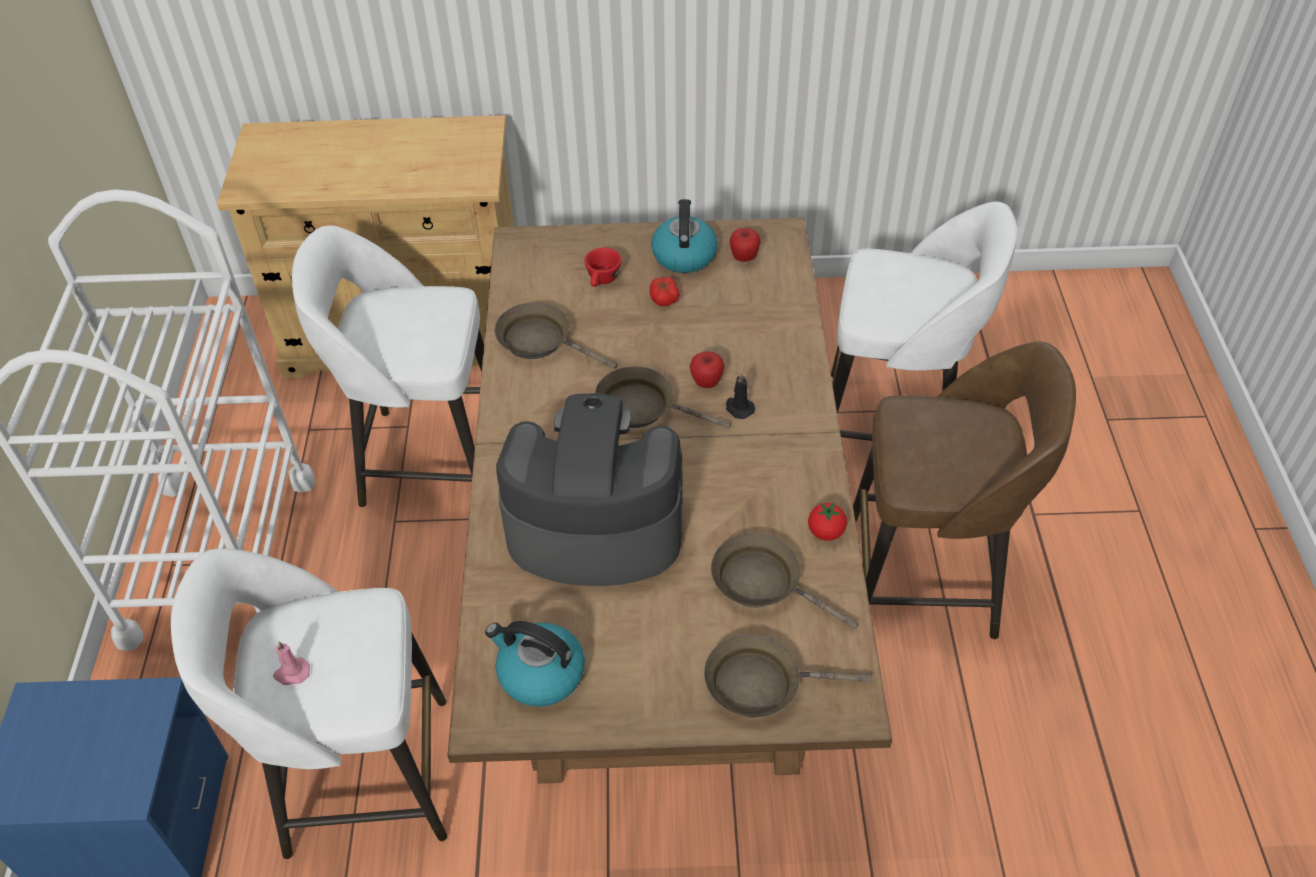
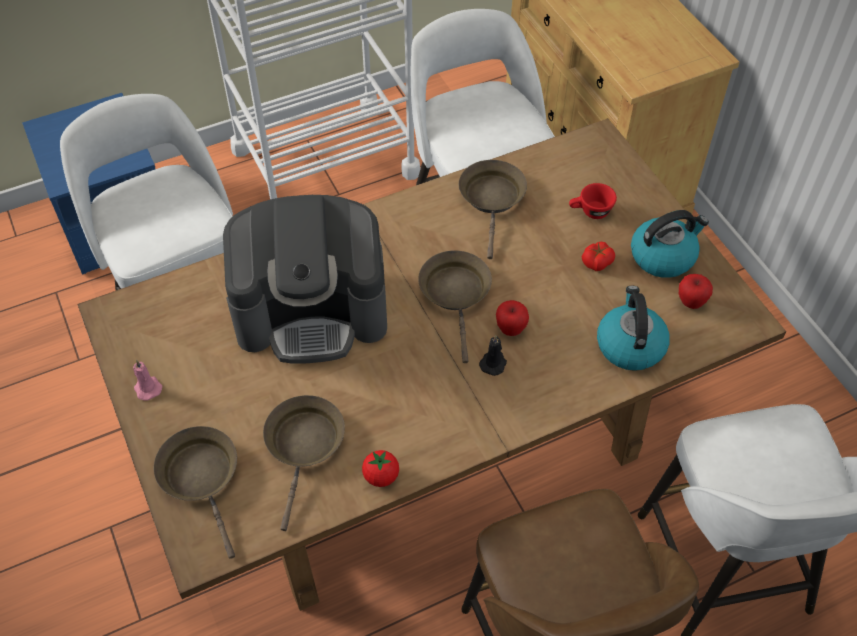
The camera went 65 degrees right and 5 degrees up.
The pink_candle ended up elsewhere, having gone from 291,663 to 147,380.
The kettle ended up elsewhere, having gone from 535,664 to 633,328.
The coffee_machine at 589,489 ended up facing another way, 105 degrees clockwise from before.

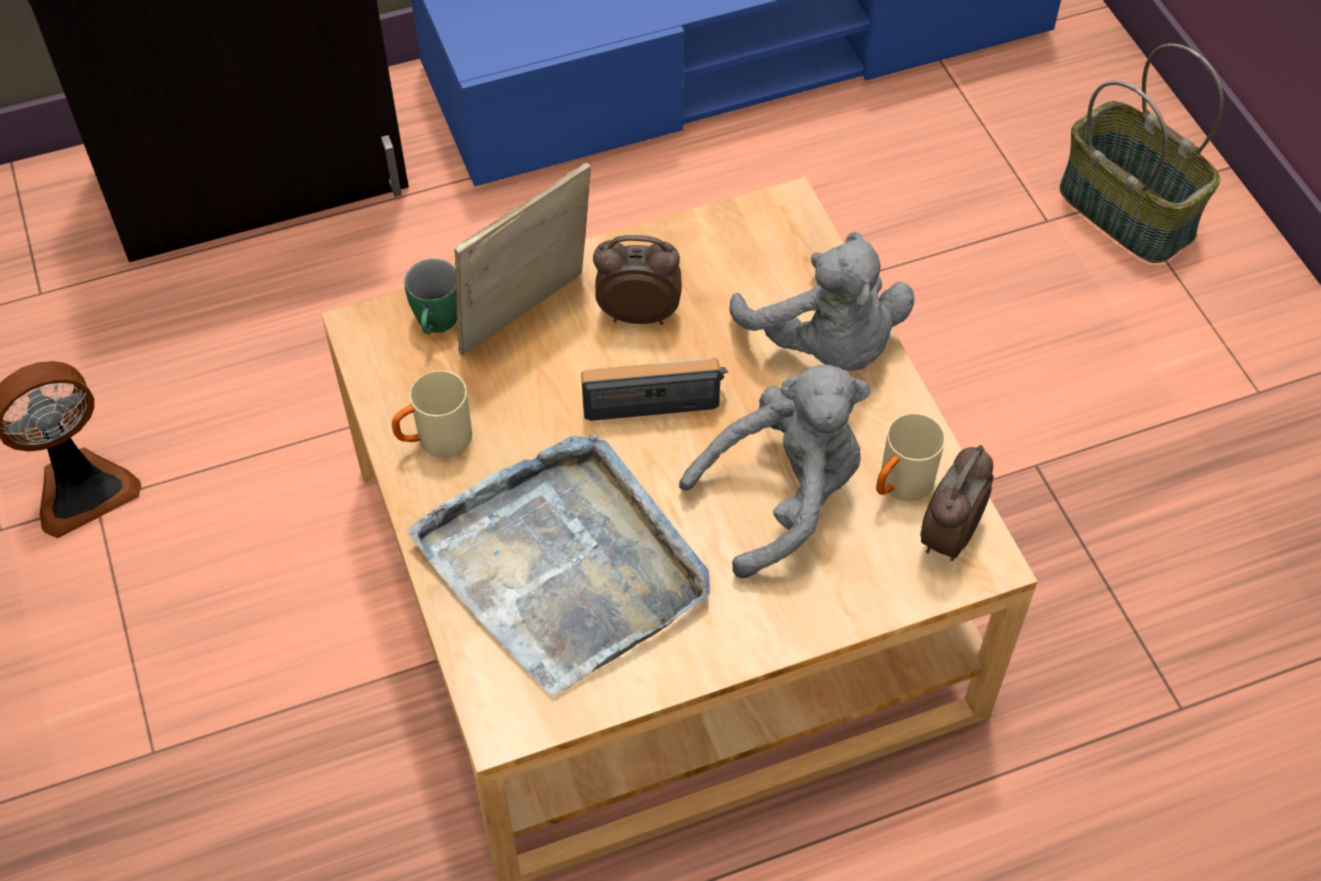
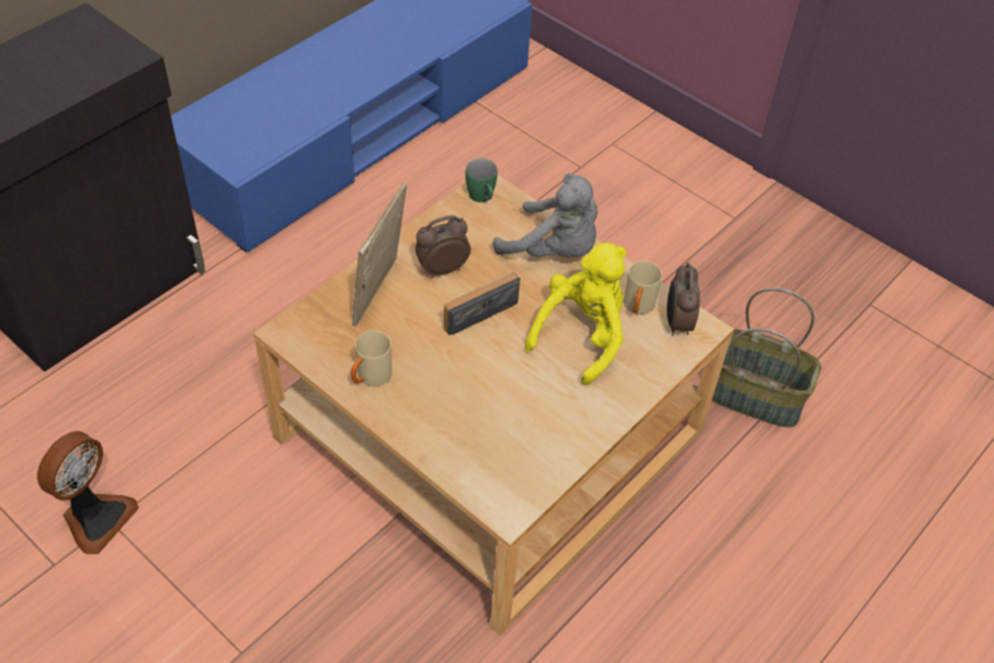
The camera went 30 degrees left and 5 degrees down.
The second view lost the grey_tray at 558,565.
The green_mug ended up elsewhere, having gone from 431,296 to 481,180.
The basket ended up elsewhere, having gone from 1142,153 to 766,358.
What was the grey_plush_toy at 775,471 turned into the yellow_plush_toy at 575,314.

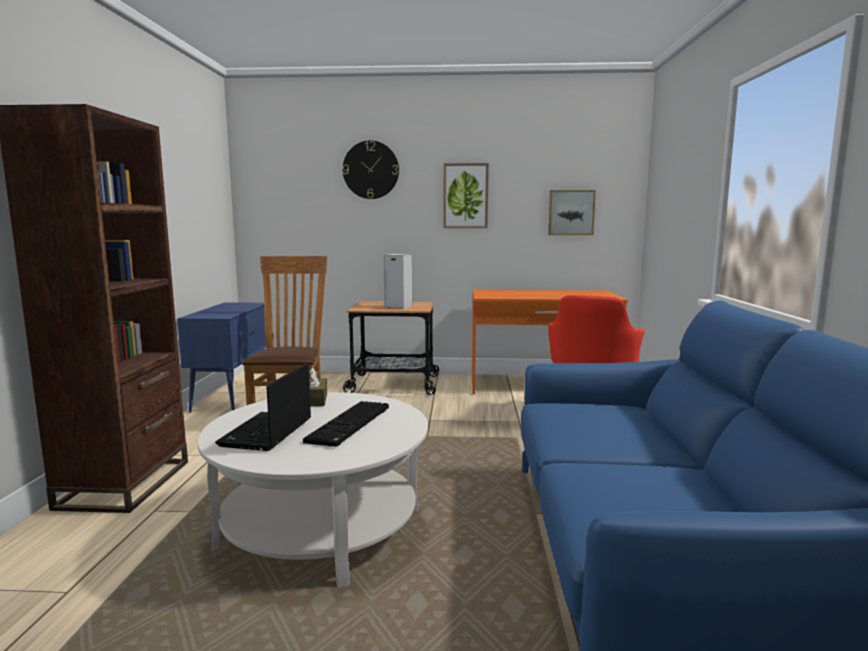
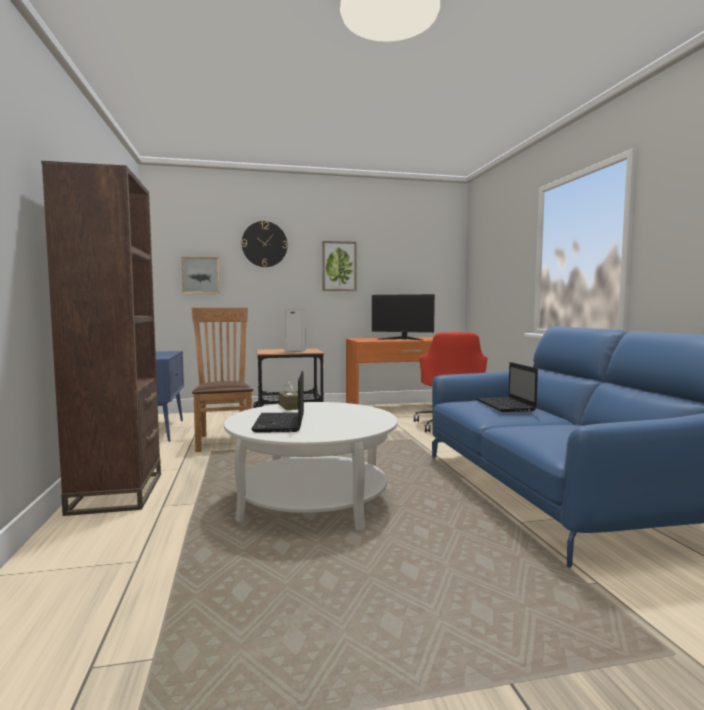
The camera went 15 degrees left and 5 degrees down.
The second view lost the keyboard at 346,424.
The second view gained the monitor at 403,317.
The second view gained the laptop at 507,387.
The picture ended up elsewhere, having gone from 572,212 to 200,275.

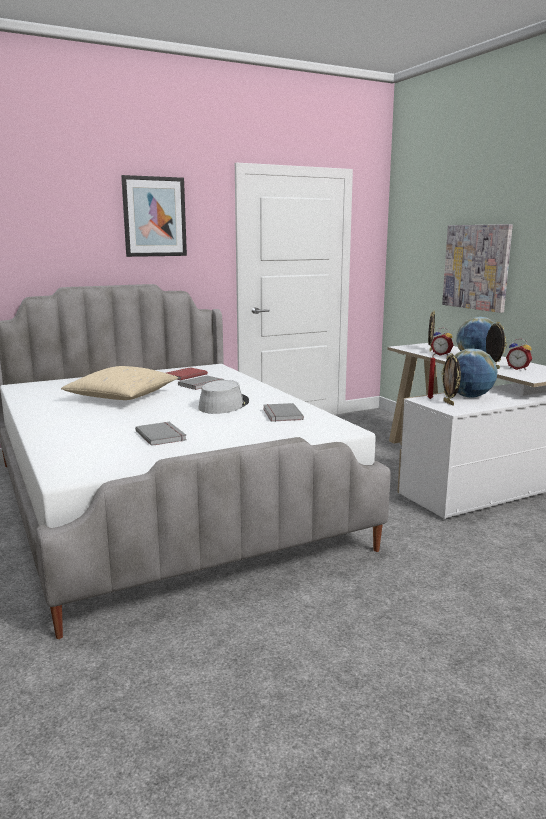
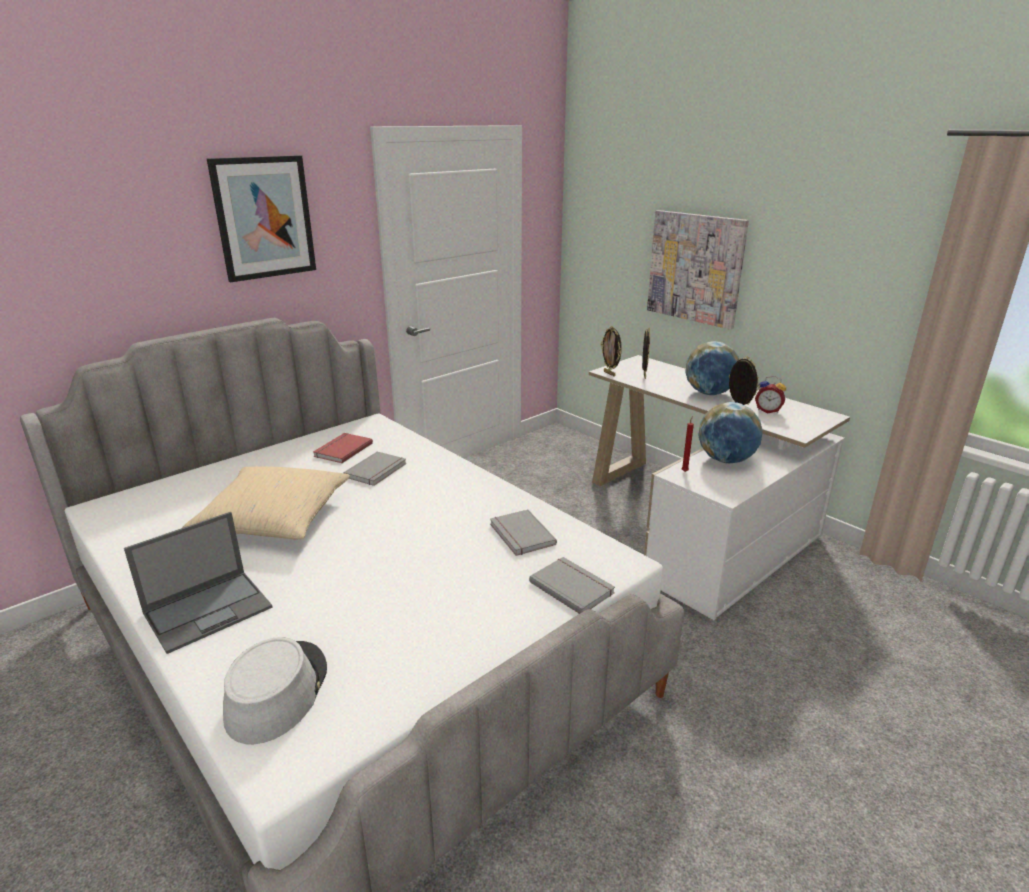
The camera went 15 degrees left and 10 degrees up.
The second view lost the alarm_clock at 442,342.
The second view gained the laptop at 198,583.
The grey_book ended up elsewhere, having gone from 161,434 to 572,585.
The grey_hat ended up elsewhere, having gone from 224,397 to 275,690.
The picture_frame ended up elsewhere, having gone from 451,379 to 611,351.

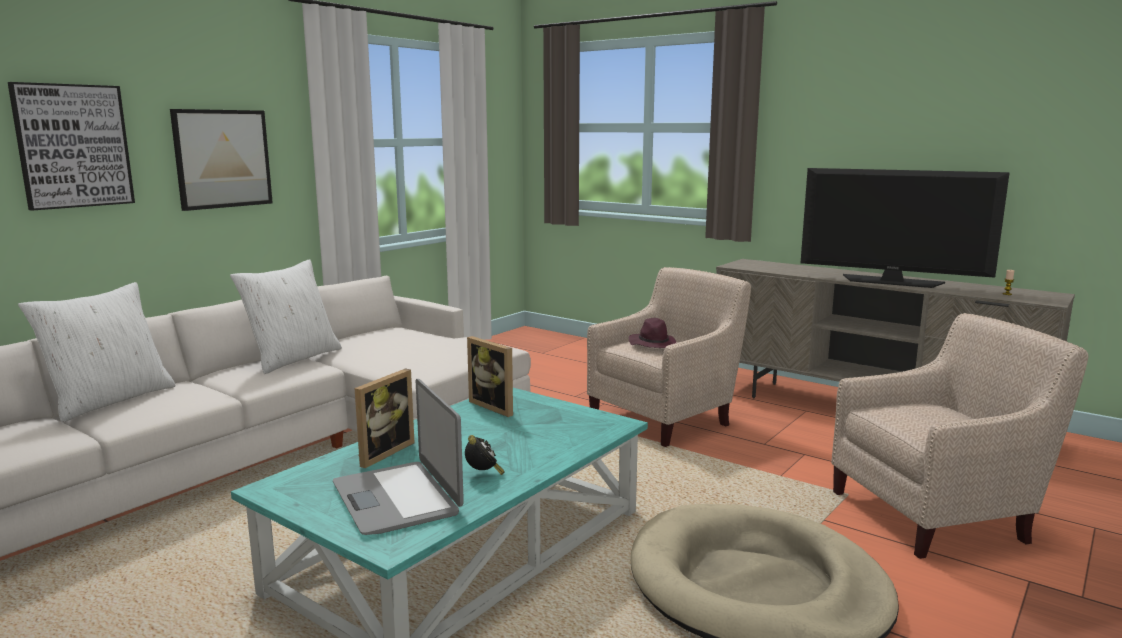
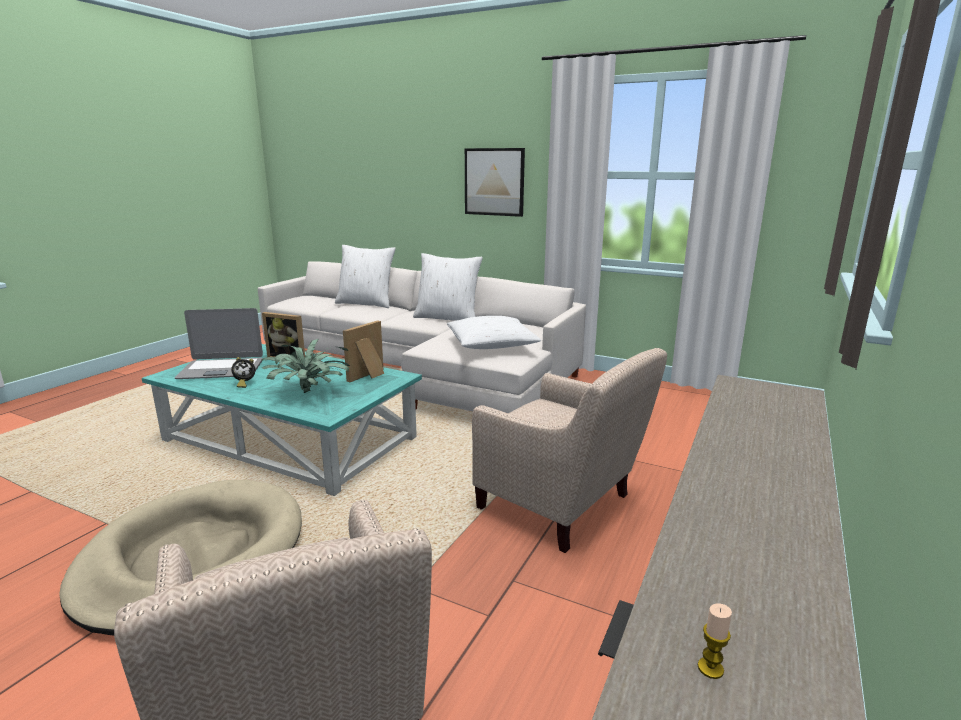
The camera went 80 degrees right and 5 degrees up.
The second view lost the picture at 71,146.
The second view lost the purple_hat at 652,333.
The second view lost the television at 905,228.
The second view gained the potted_plant at 305,366.
The second view gained the white_pillow at 494,332.
The laptop at 398,457 ended up facing another way, 150 degrees counterclockwise from before.

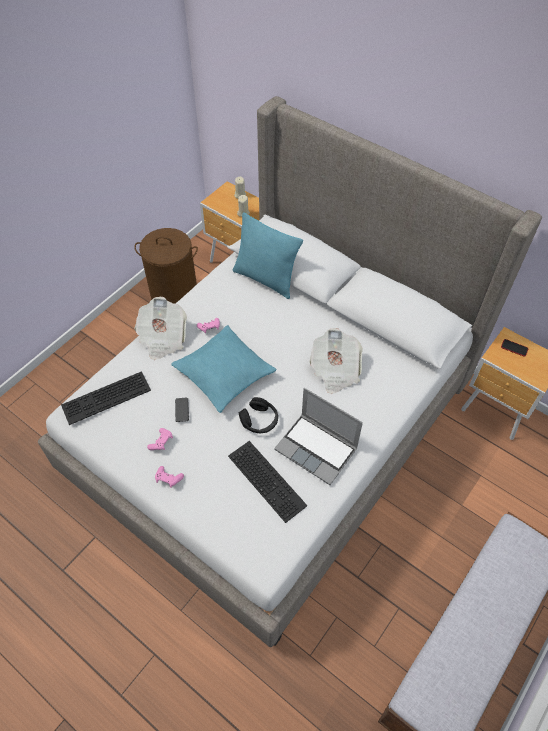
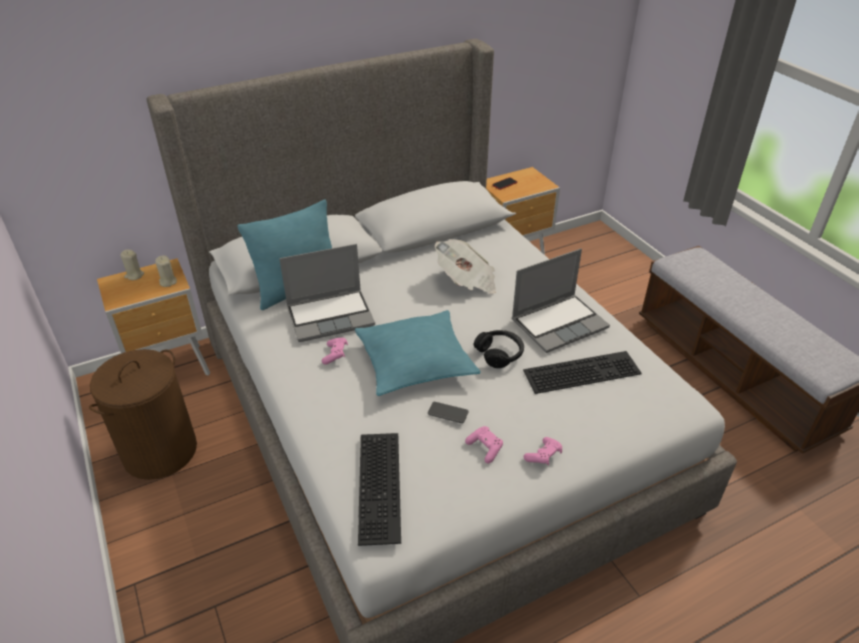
The camera went 65 degrees left and 15 degrees down.
The second view lost the newspaper at 160,328.
The second view gained the laptop at 327,293.

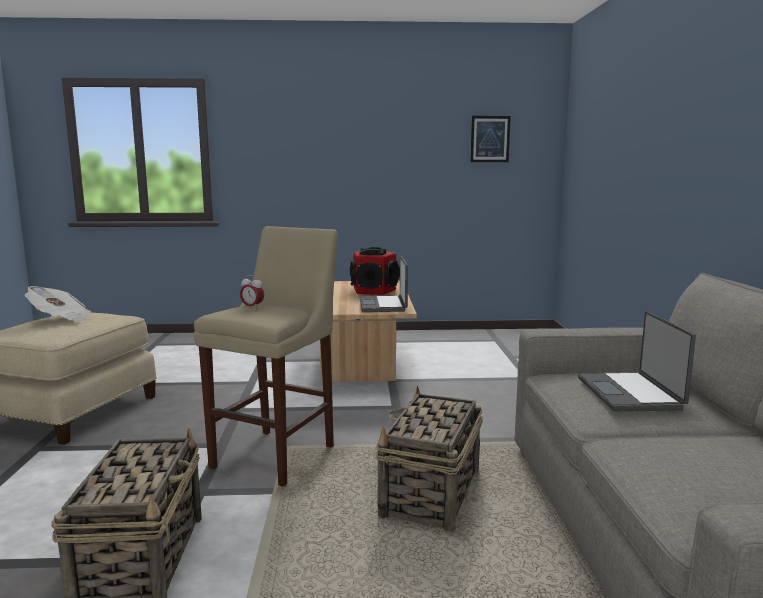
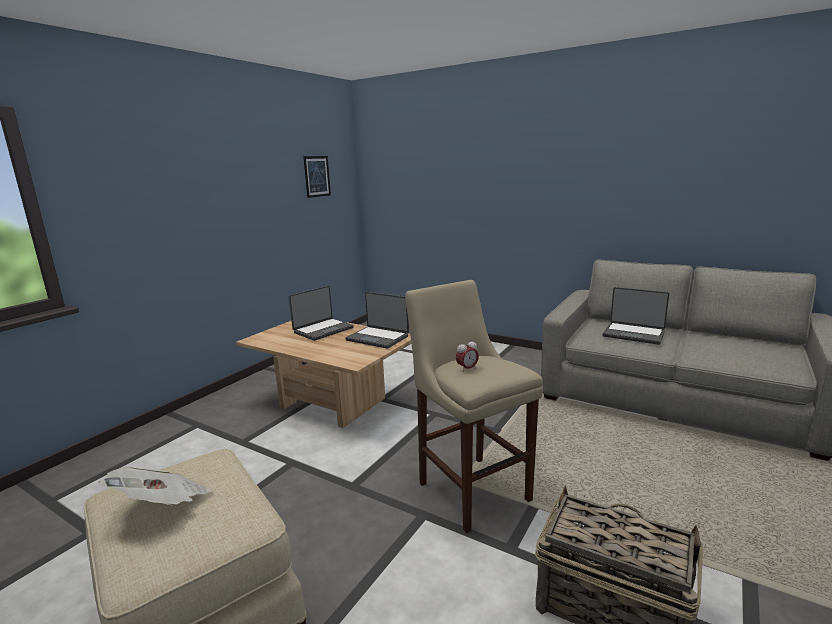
The camera went 55 degrees left and 5 degrees up.
The second view lost the basket at 429,459.
Where the speaker stood at 375,271, the laptop came to stand at 321,313.

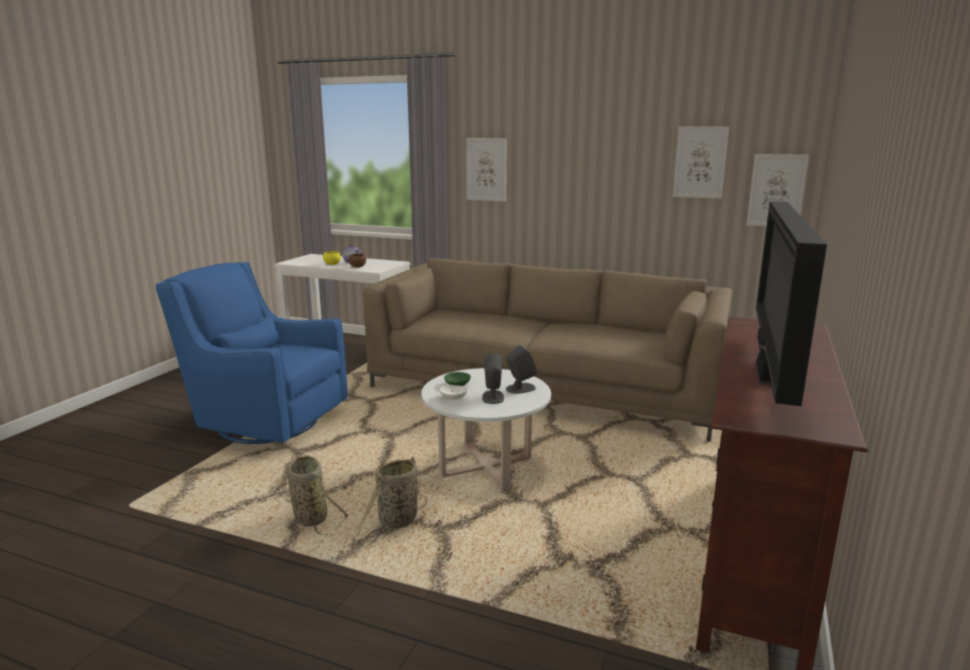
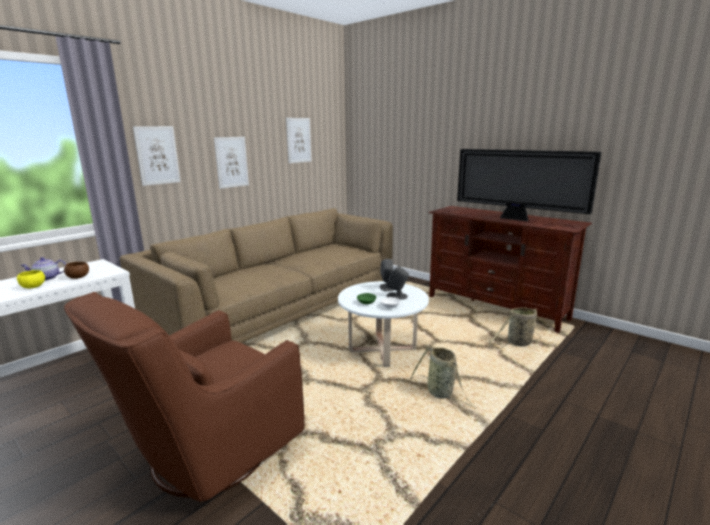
The camera went 70 degrees left and 0 degrees up.
The basket ended up elsewhere, having gone from 315,495 to 515,327.
The picture ended up elsewhere, having gone from 777,190 to 231,163.
What was the blue_armchair at 252,353 turned into the brown_armchair at 184,397.

